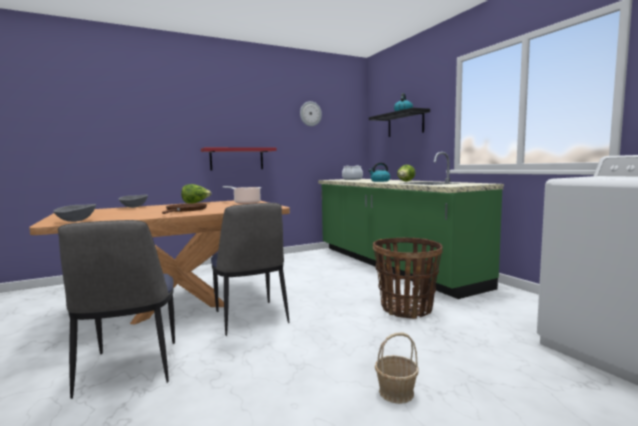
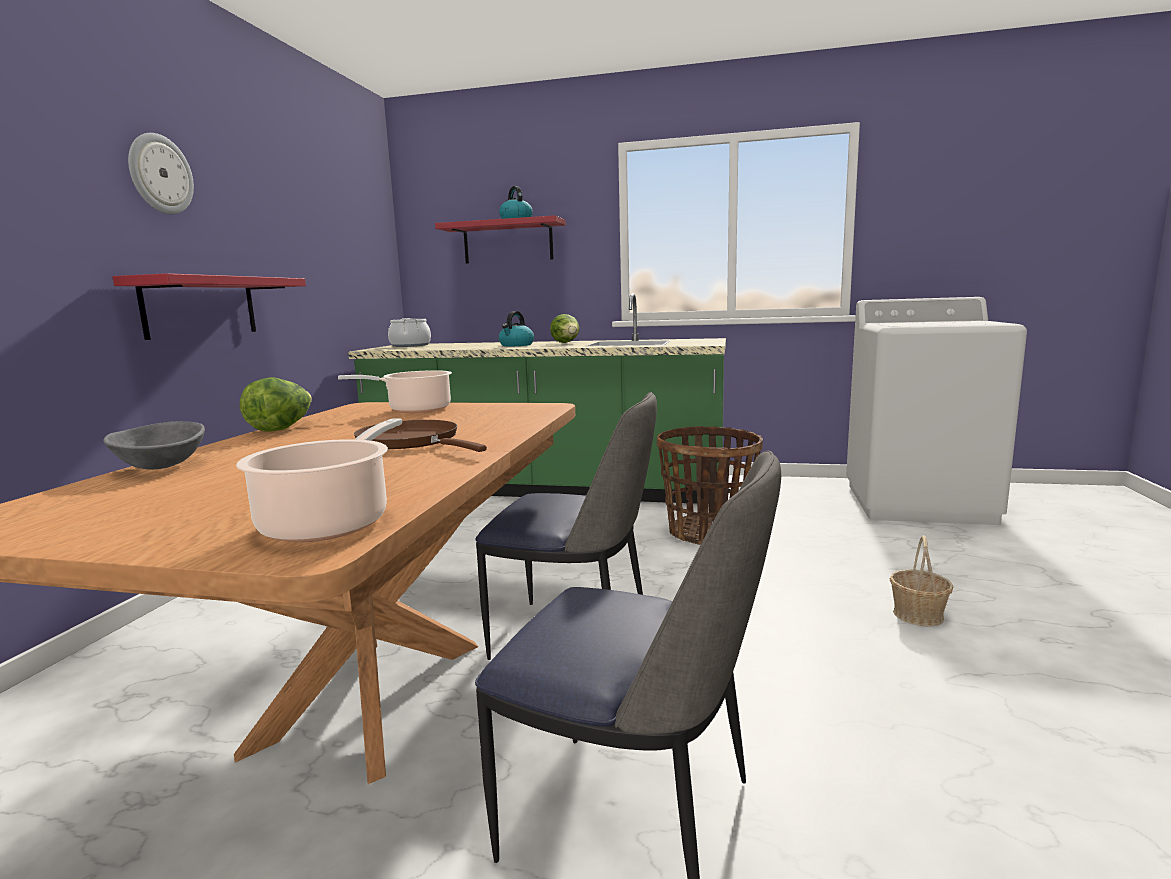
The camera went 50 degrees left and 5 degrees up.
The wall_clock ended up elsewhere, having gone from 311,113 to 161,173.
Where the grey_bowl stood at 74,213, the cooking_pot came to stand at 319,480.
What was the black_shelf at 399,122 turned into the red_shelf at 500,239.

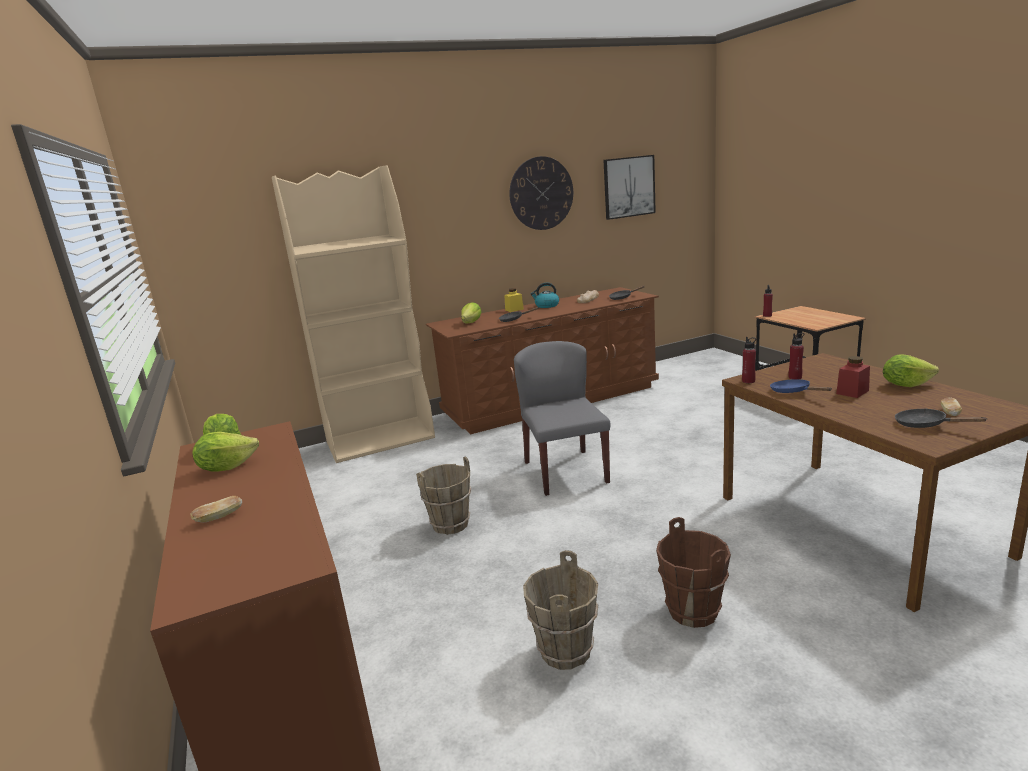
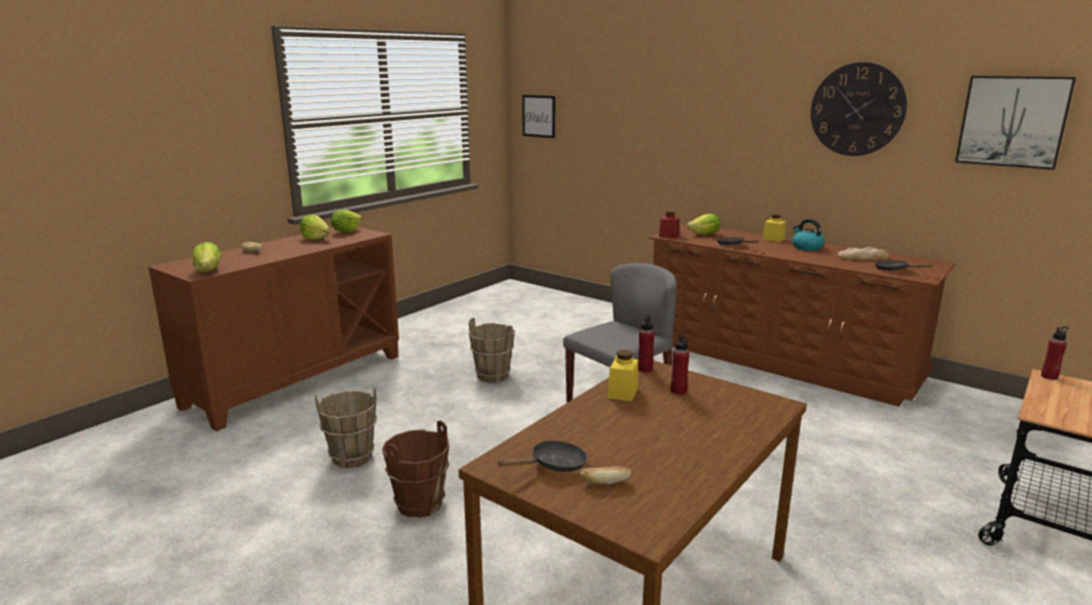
The camera went 60 degrees right and 0 degrees up.
The second view lost the beige_bookcase at 353,314.
The second view gained the picture at 538,116.
The red_jar ended up elsewhere, having gone from 853,377 to 669,224.
The lettuce ended up elsewhere, having gone from 911,370 to 207,257.
Where the blue_frying_pan stood at 801,386, the yellow_jar came to stand at 623,375.
The black_frying_pan at 941,418 ended up facing another way, 45 degrees clockwise from before.

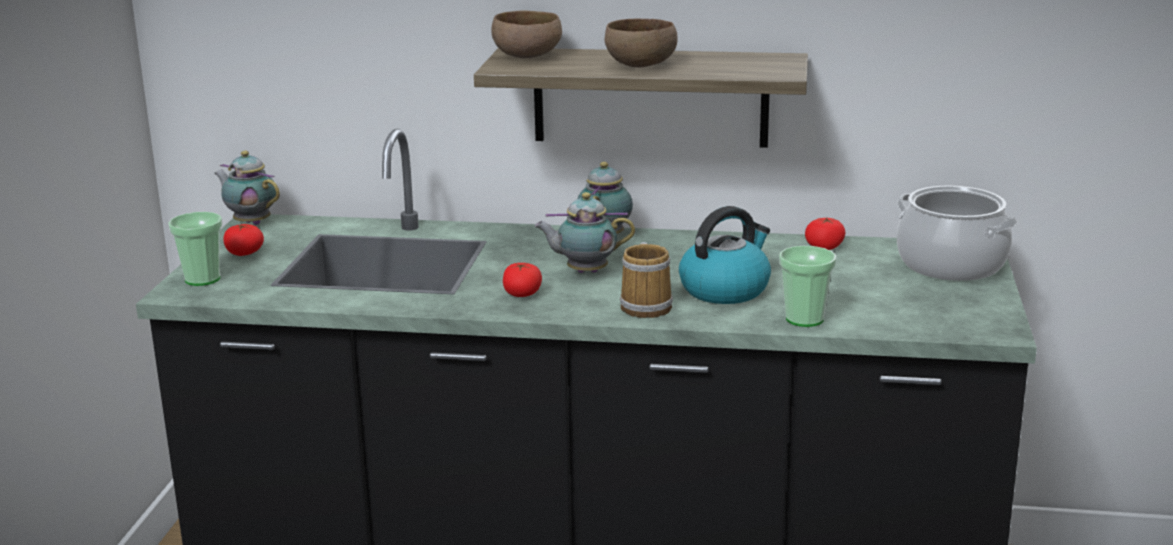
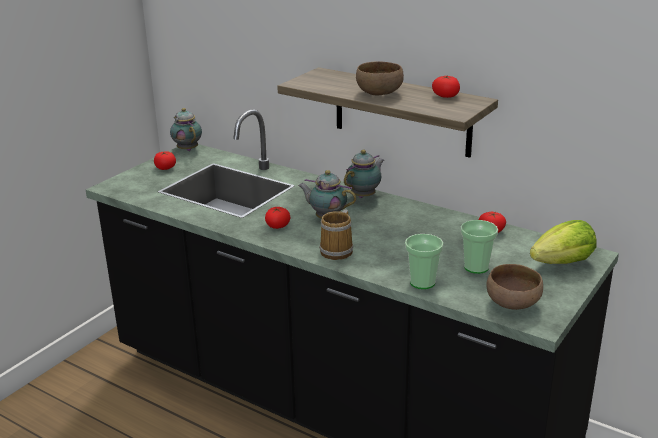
The camera went 25 degrees right and 5 degrees up.
The second view lost the kettle at 725,255.
The second view gained the tomato at 446,86.
The cup ended up elsewhere, having gone from 195,249 to 479,247.
The brown_bowl ended up elsewhere, having gone from 526,34 to 515,287.
Where the cooking_pot stood at 957,233, the lettuce came to stand at 563,242.

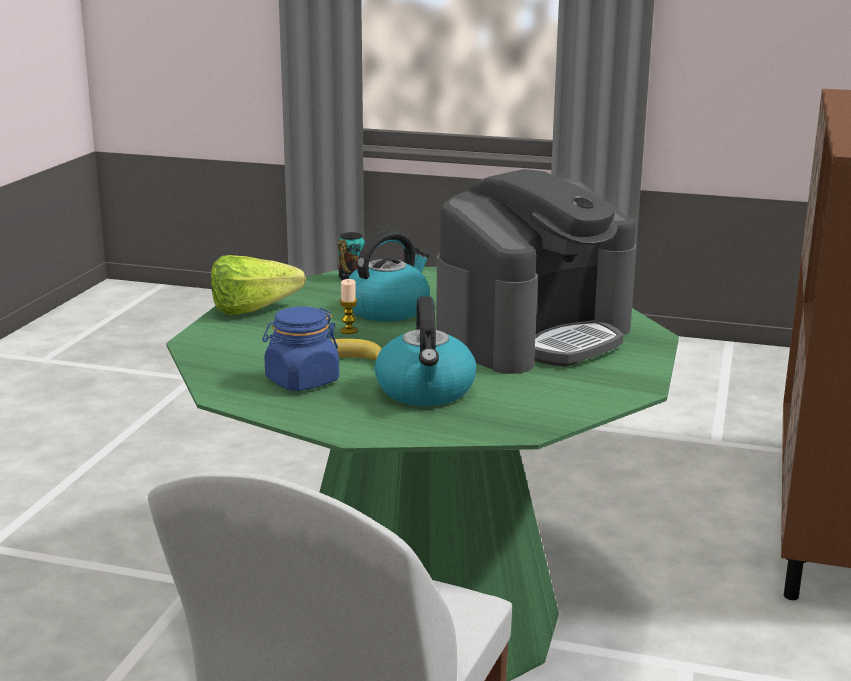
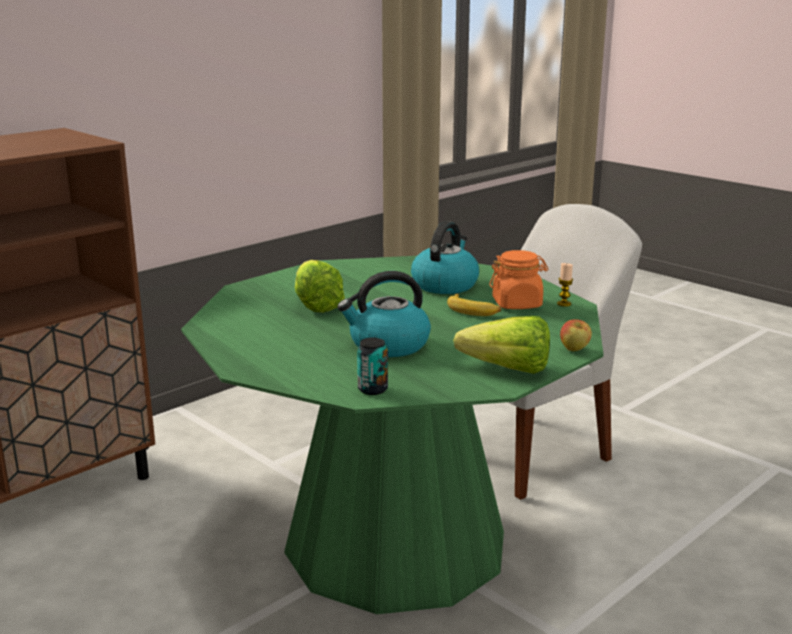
The camera went 150 degrees left and 0 degrees up.
The second view gained the apple at 576,335.
The candle ended up elsewhere, having gone from 348,306 to 565,285.
Where the coffee_machine stood at 536,271, the lettuce came to stand at 320,286.
What was the blue_jar at 300,348 turned into the orange_jar at 518,279.

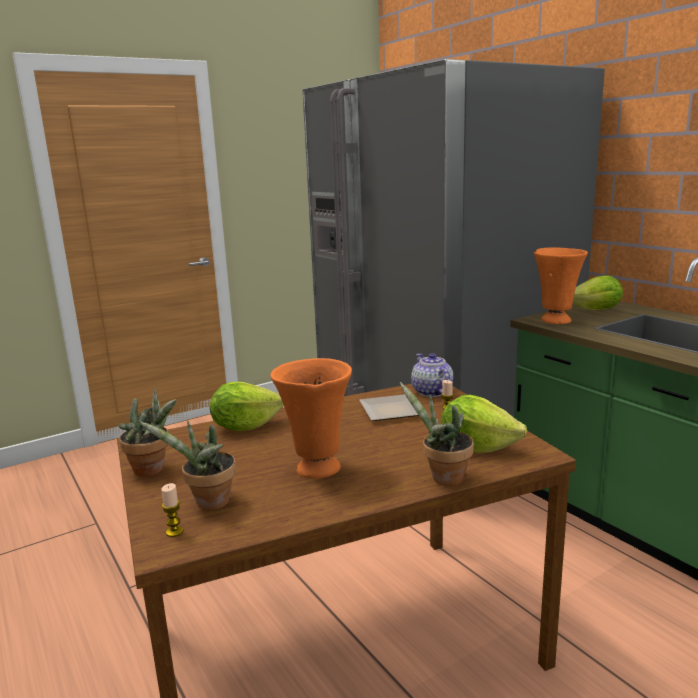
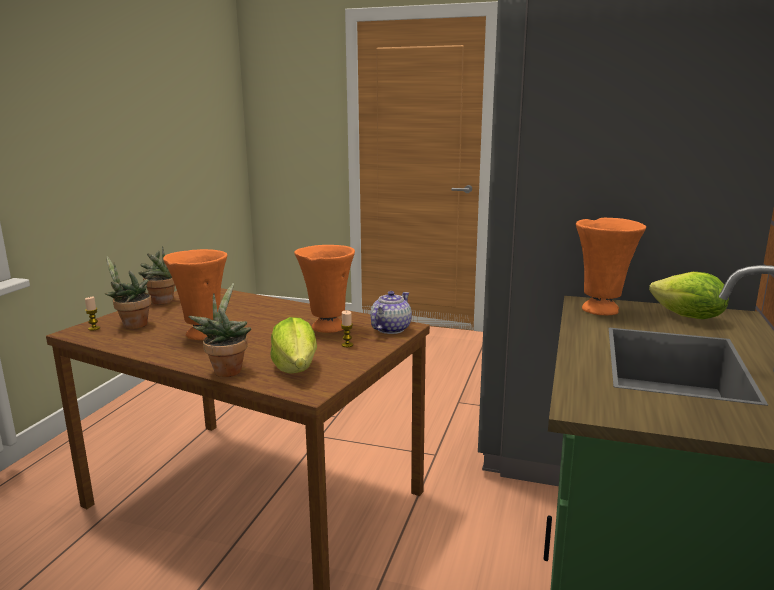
The camera went 50 degrees right and 0 degrees up.
The second view lost the lettuce at 247,406.
Where the plate stood at 389,407, the orange_vase came to stand at 324,289.

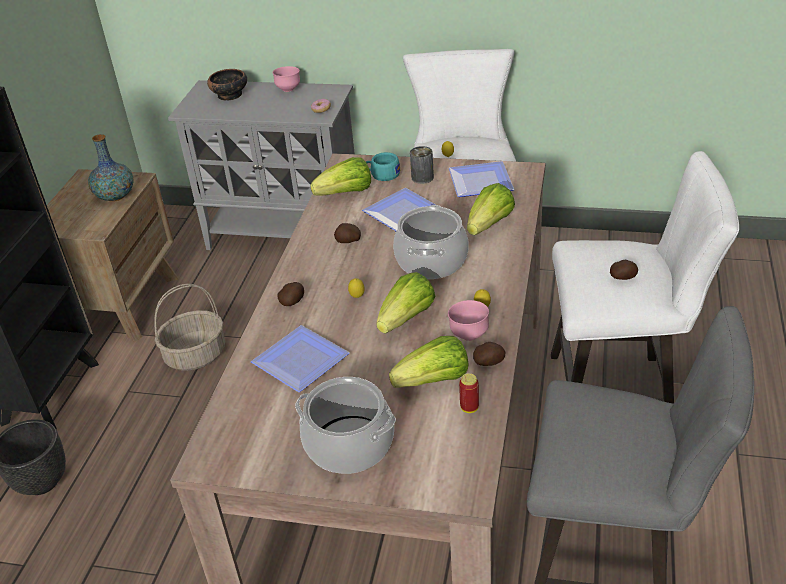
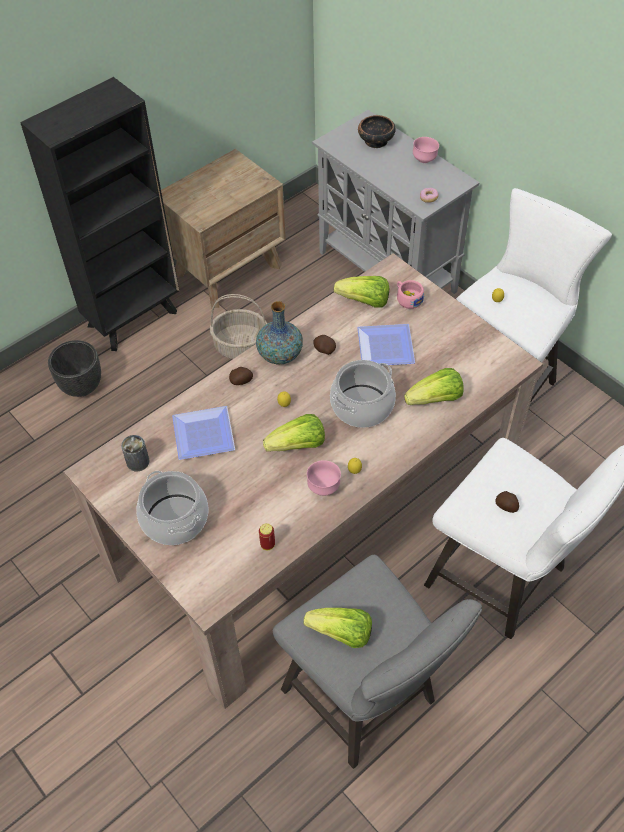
The camera went 35 degrees right and 15 degrees up.
The second view lost the plate at 481,179.
The second view lost the potato at 489,354.
The vase ended up elsewhere, having gone from 111,168 to 279,332.
The lettuce ended up elsewhere, having gone from 429,362 to 338,628.
The can ended up elsewhere, having gone from 422,165 to 135,453.
What was the turquoise_cup at 383,166 turned into the pink_cup at 410,294.

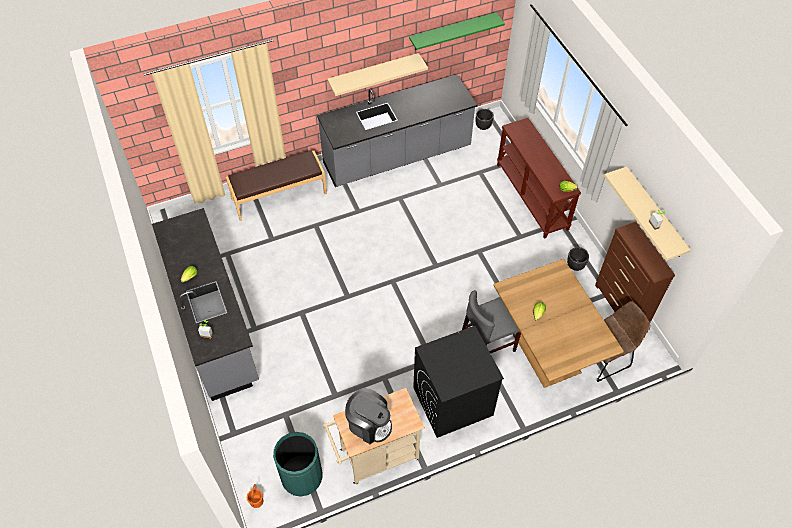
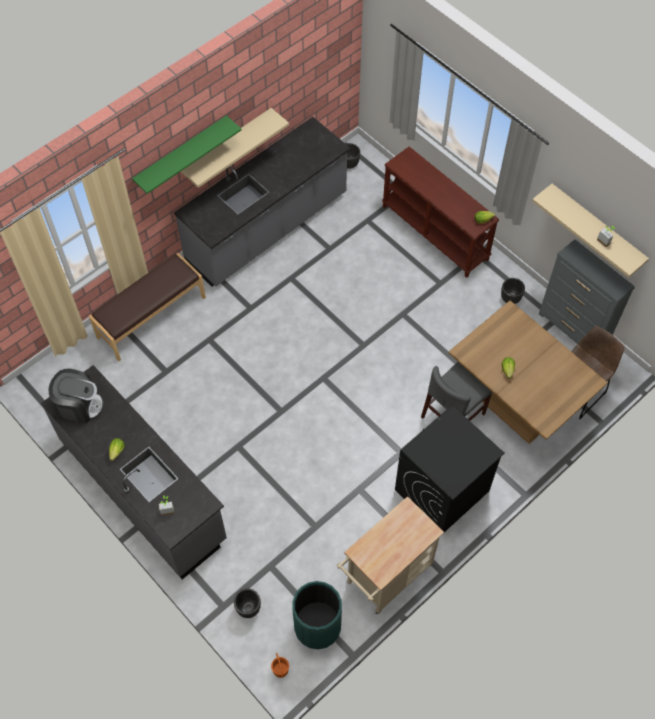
The camera went 20 degrees left and 5 degrees up.
The second view gained the black_planter at 247,603.
The coffee_machine ended up elsewhere, having gone from 368,416 to 76,396.
The green_shelf ended up elsewhere, having gone from 457,31 to 187,154.
What was the brown_dresser at 635,272 turned into the grey_dresser at 587,291.

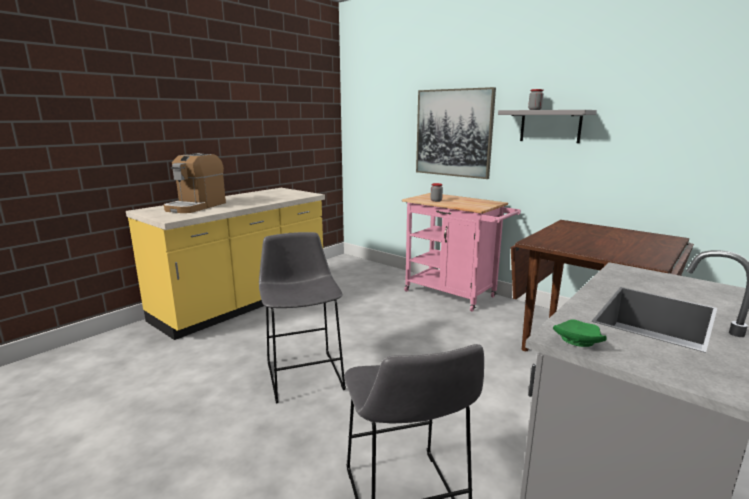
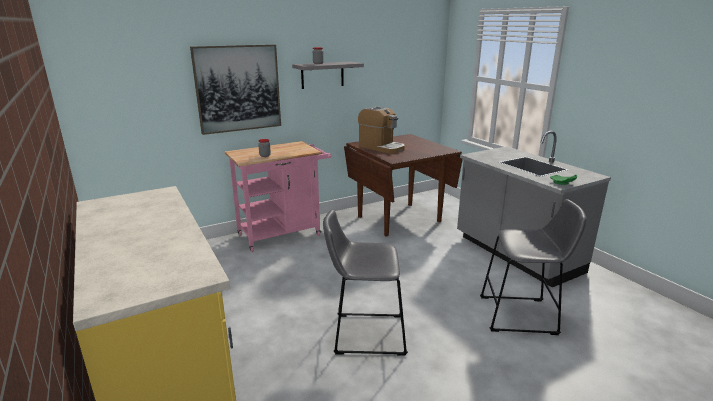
The camera went 70 degrees left and 5 degrees up.
The coffee_machine ended up elsewhere, having gone from 195,183 to 381,130.

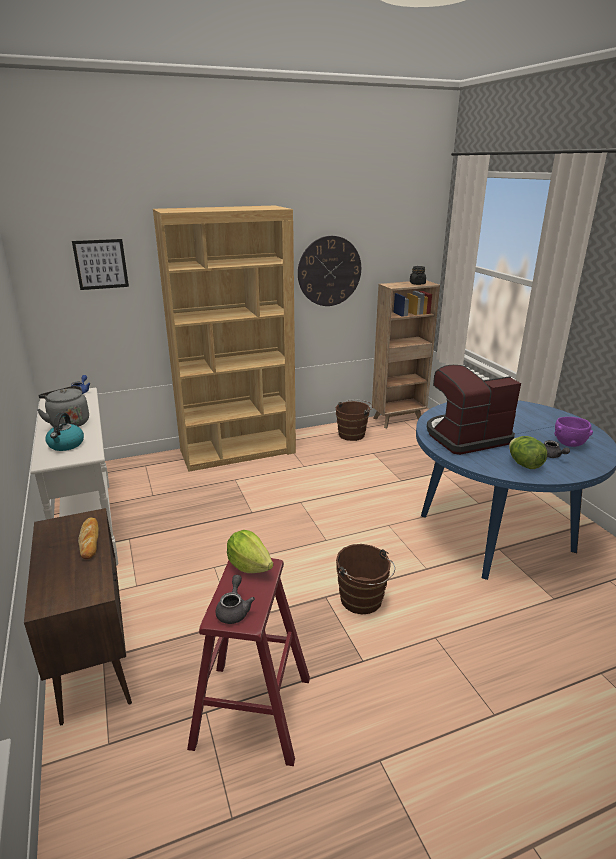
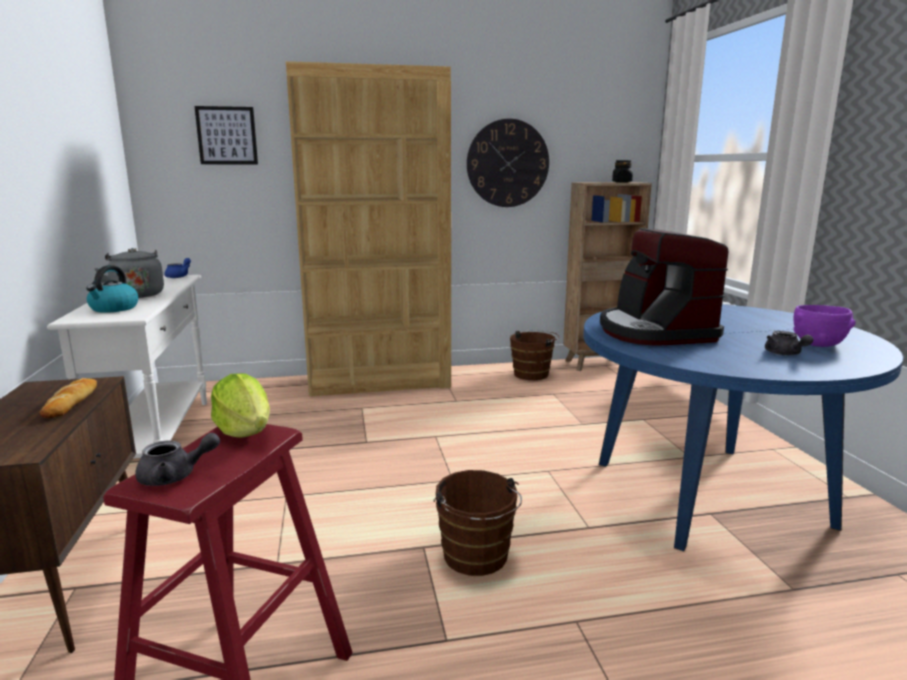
The camera went 10 degrees right and 10 degrees down.
The second view lost the lettuce at 528,452.
The grey_teapot at 235,599 ended up facing another way, 60 degrees clockwise from before.
The coffee_machine at 474,410 ended up facing another way, 90 degrees counterclockwise from before.

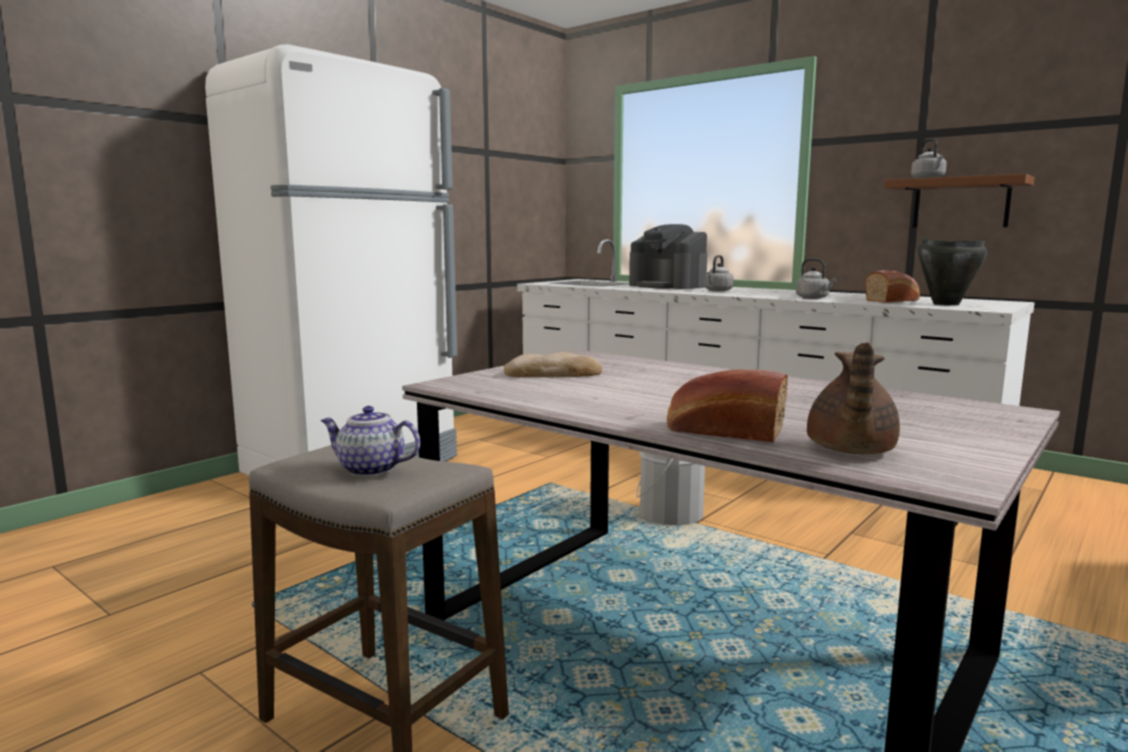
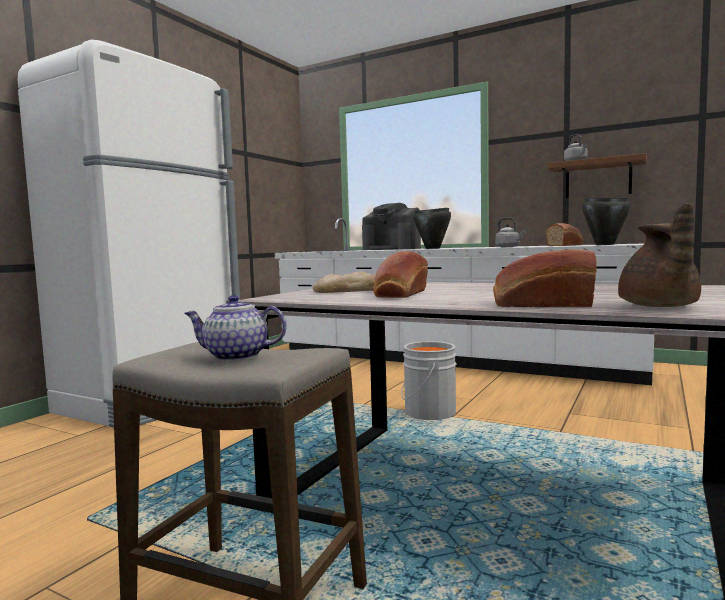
The camera went 10 degrees left and 5 degrees down.
The second view gained the bread at 401,274.
Where the grey_kettle stood at 719,273, the black_cooking_pot came to stand at 432,228.

